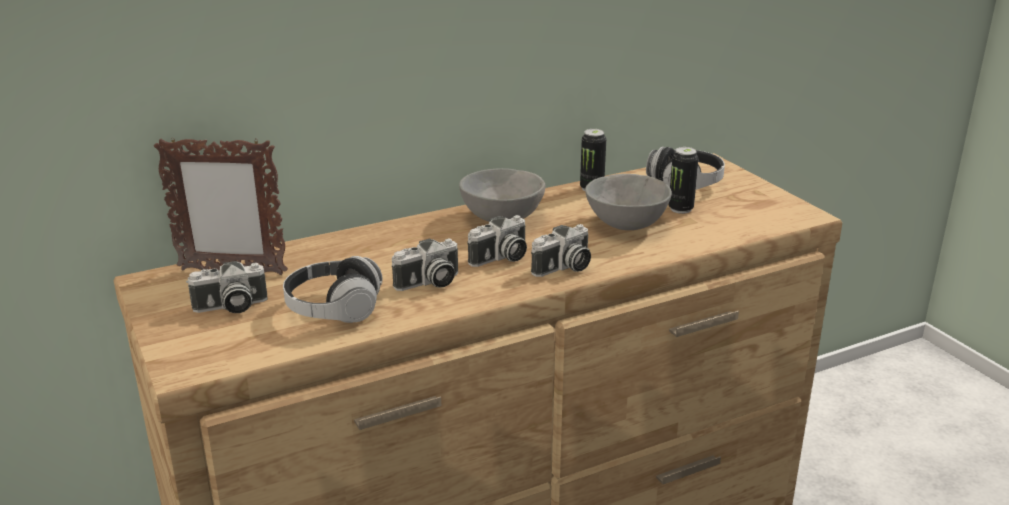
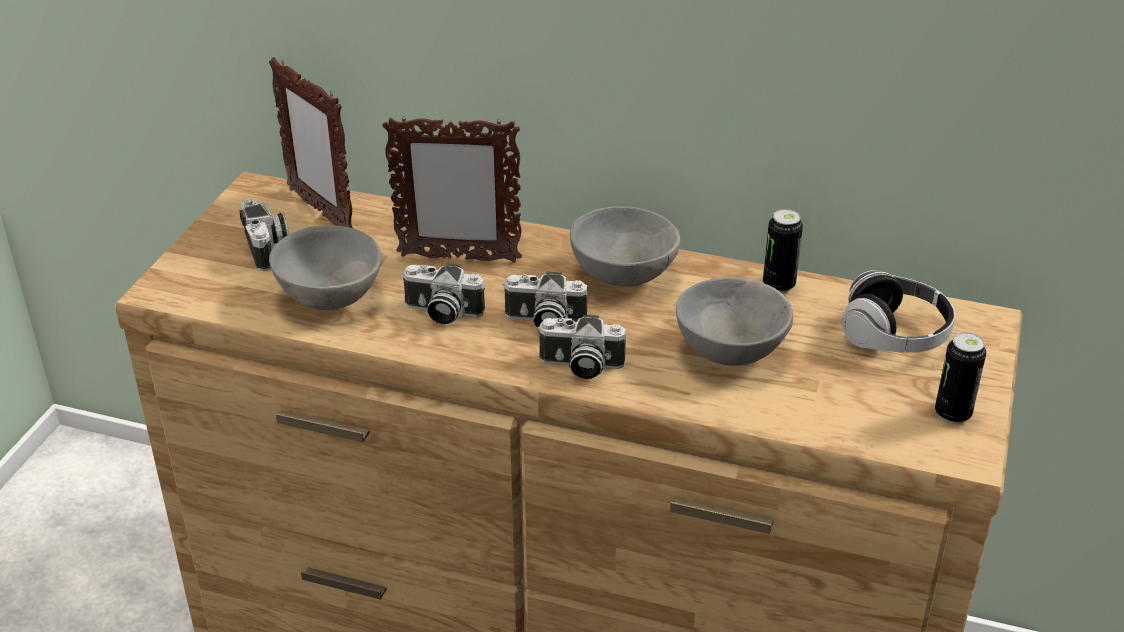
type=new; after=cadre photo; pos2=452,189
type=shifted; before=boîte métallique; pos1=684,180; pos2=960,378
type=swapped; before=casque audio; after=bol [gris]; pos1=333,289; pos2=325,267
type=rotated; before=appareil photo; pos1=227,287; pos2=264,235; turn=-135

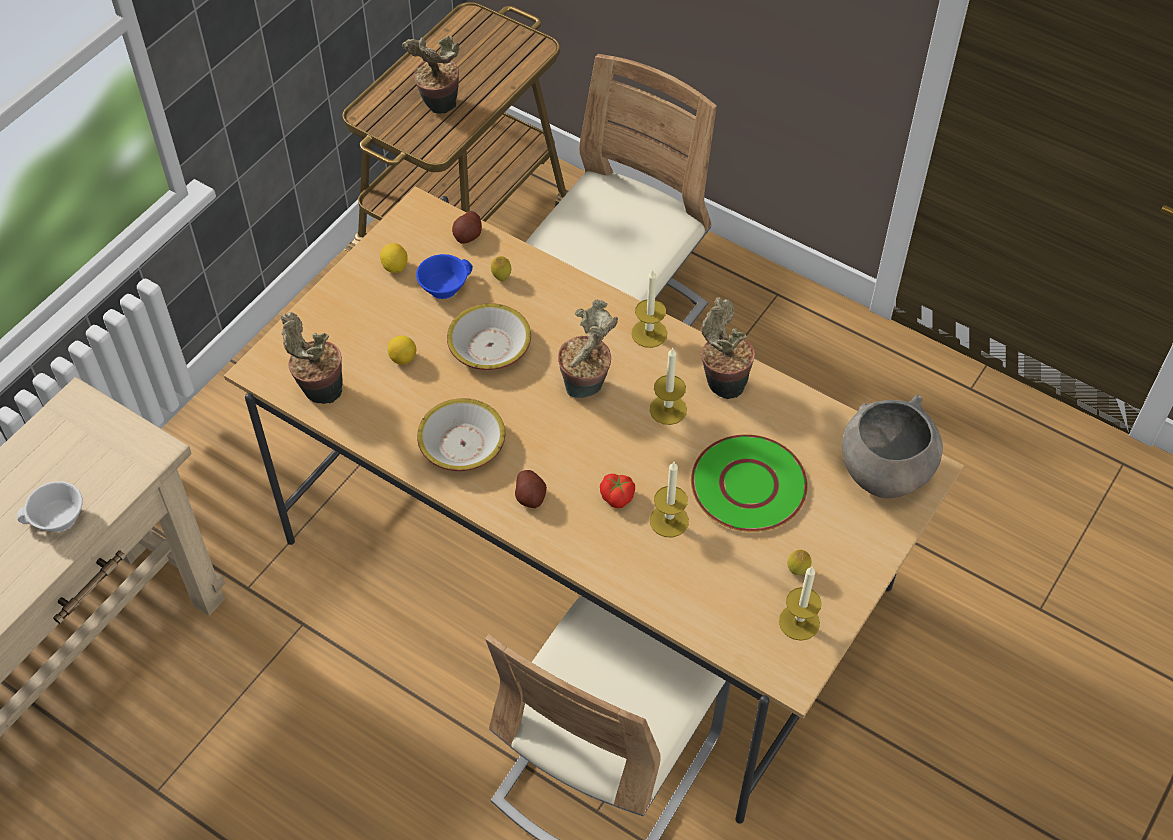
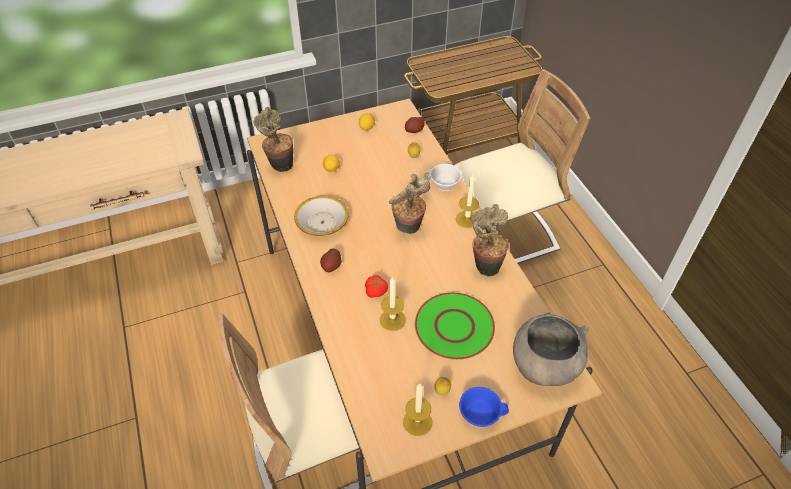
type=gone; before=plante en pot; pos1=431,75
type=gone; before=bol; pos1=489,336
type=gone; before=bougie; pos1=668,386
type=shifted; before=tasse [blanc]; pos1=50,506; pos2=444,177
type=shifted; before=tasse [bleu]; pos1=444,276; pos2=484,407

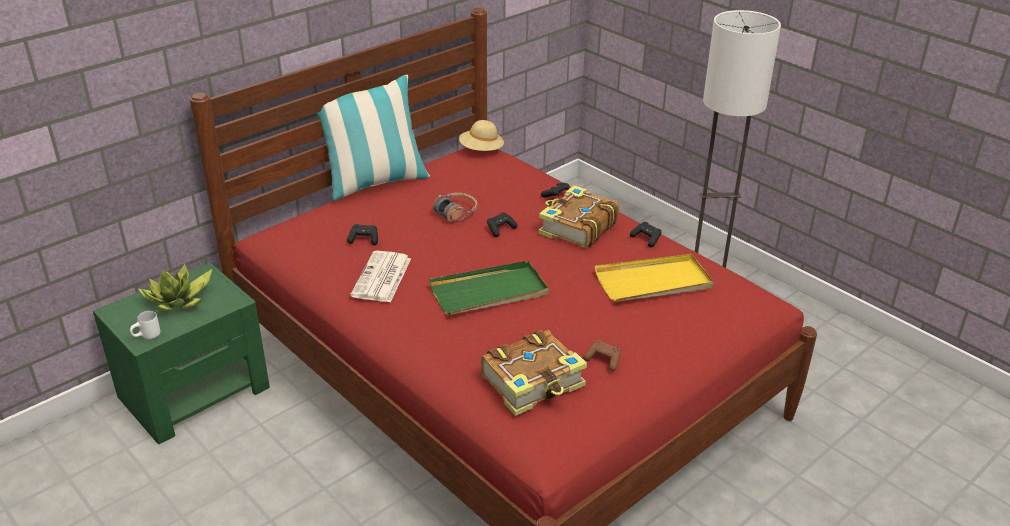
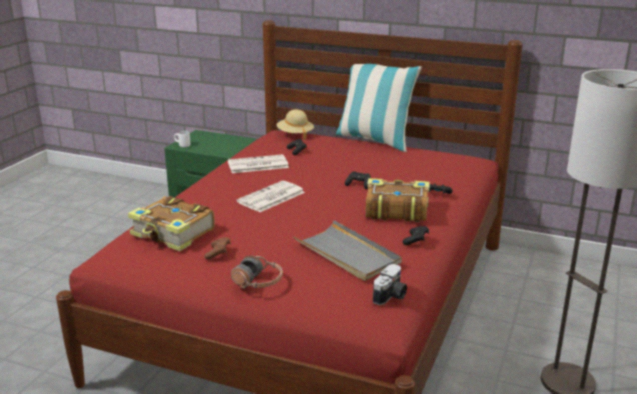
type=gone; before=plante en pot; pos1=175,287
type=new; after=appareil photo; pos2=390,284
type=shifted; before=casque audio; pos1=455,207; pos2=257,271
type=shifted; before=chapeau [beige]; pos1=481,135; pos2=295,124
type=swapped; before=plateau [vert]; after=journal; pos1=489,288; pos2=271,196
type=repainted; before=plateau [jaune]; after=plateau [gris]; pos1=654,278; pos2=347,250

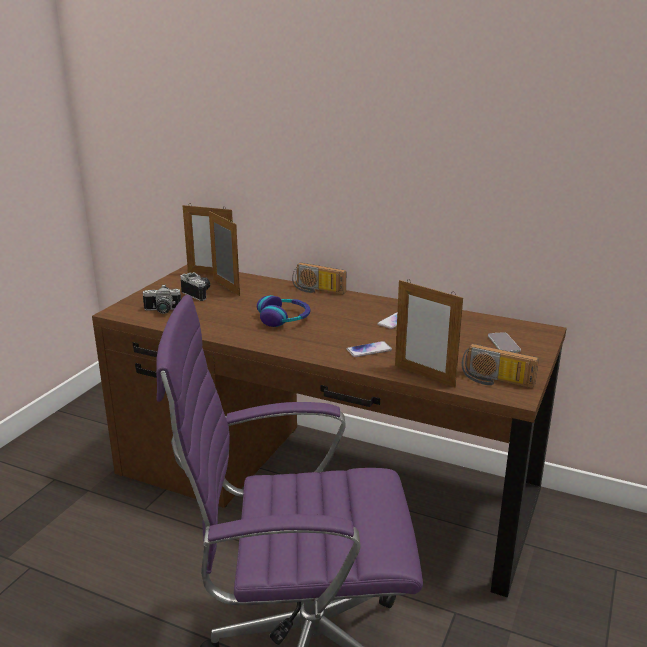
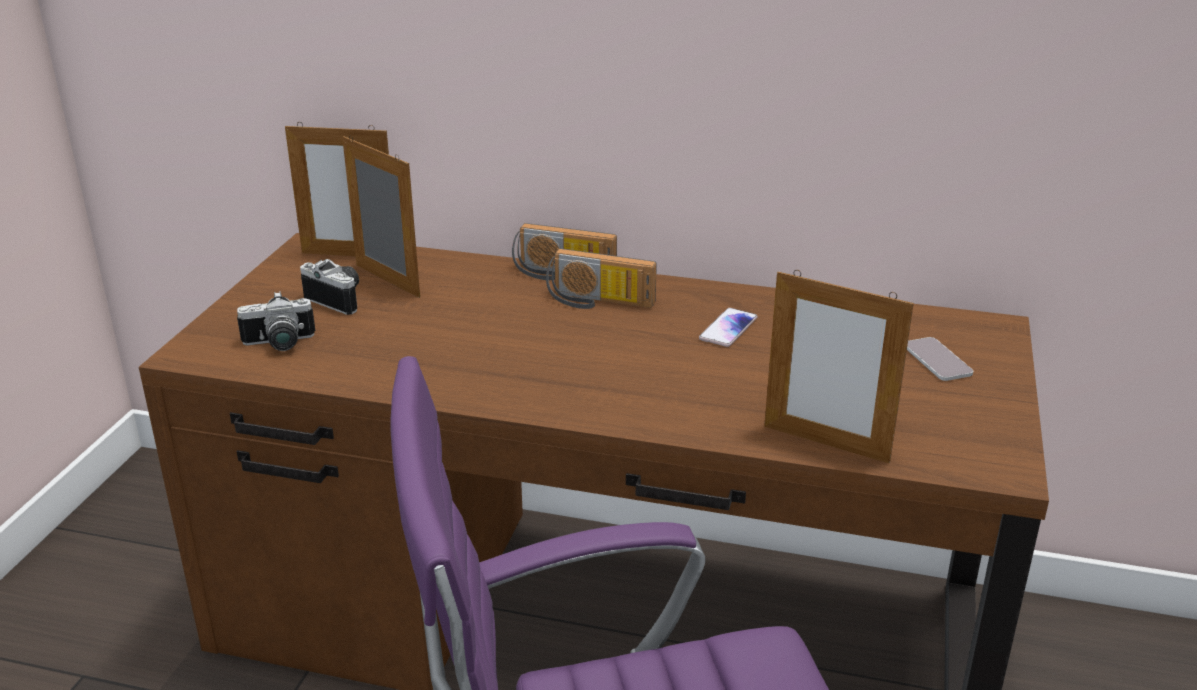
type=gone; before=casque audio; pos1=283,311
type=gone; before=téléphone; pos1=369,349
type=shifted; before=radio; pos1=500,366; pos2=601,278

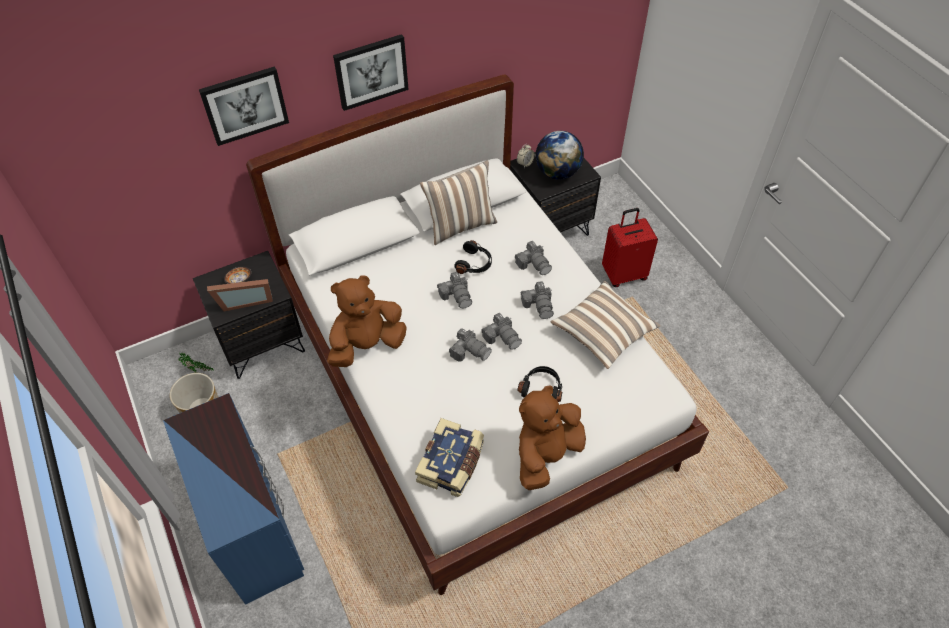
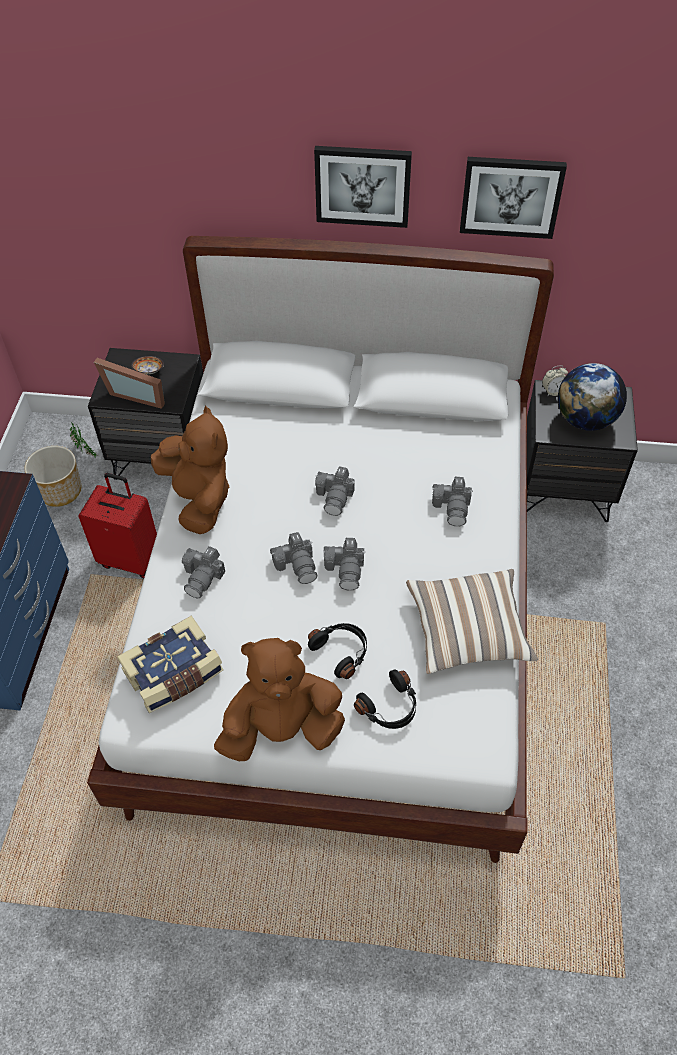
type=gone; before=coussin; pos1=458,202
type=shifted; before=tableau; pos1=244,106; pos2=513,198
type=shifted; before=casque audio [noir]; pos1=473,257; pos2=385,699
type=shifted; before=appareil photo; pos1=537,300; pos2=203,572
type=shifted; before=valise [rouge]; pos1=630,247; pos2=117,525
type=rotated; before=peluche [marron]; pos1=367,321; pos2=190,470; turn=60

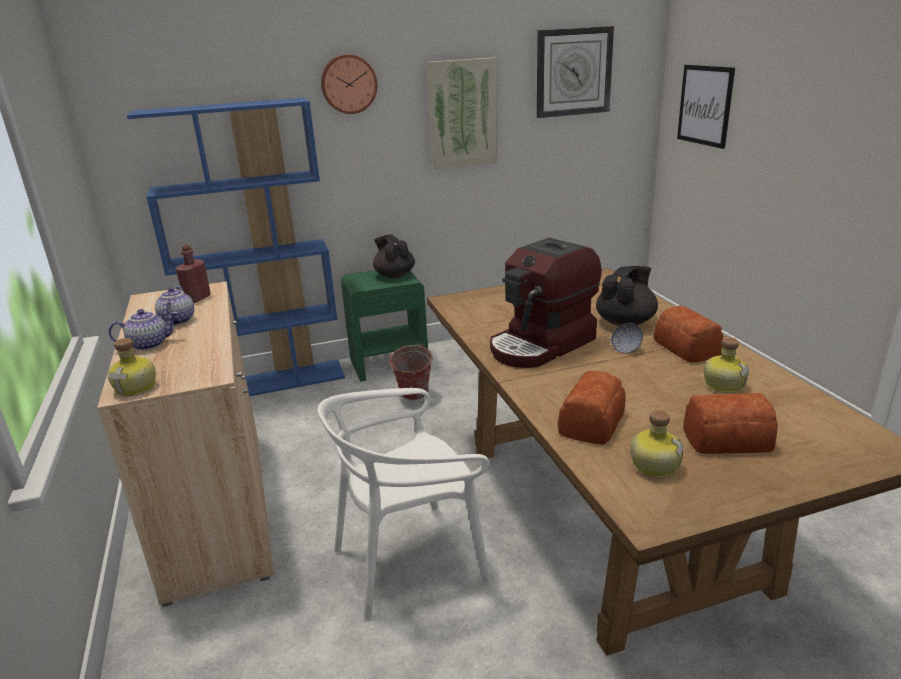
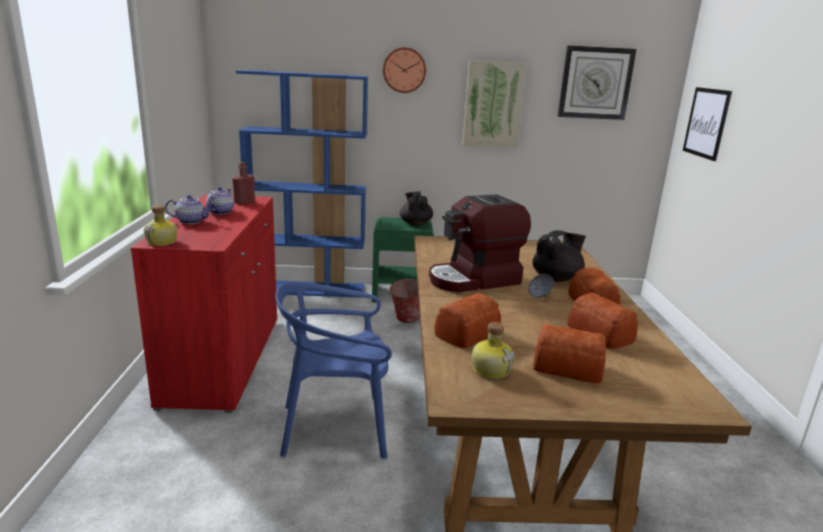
type=swapped; before=bouteille; after=pain; pos1=726,365; pos2=602,321
type=repainted; before=meuble de rangement [beige]; after=meuble de rangement [rouge]; pos1=185,444; pos2=204,303
type=repainted; before=chaise [blanc]; after=chaise [bleu]; pos1=404,503; pos2=333,370

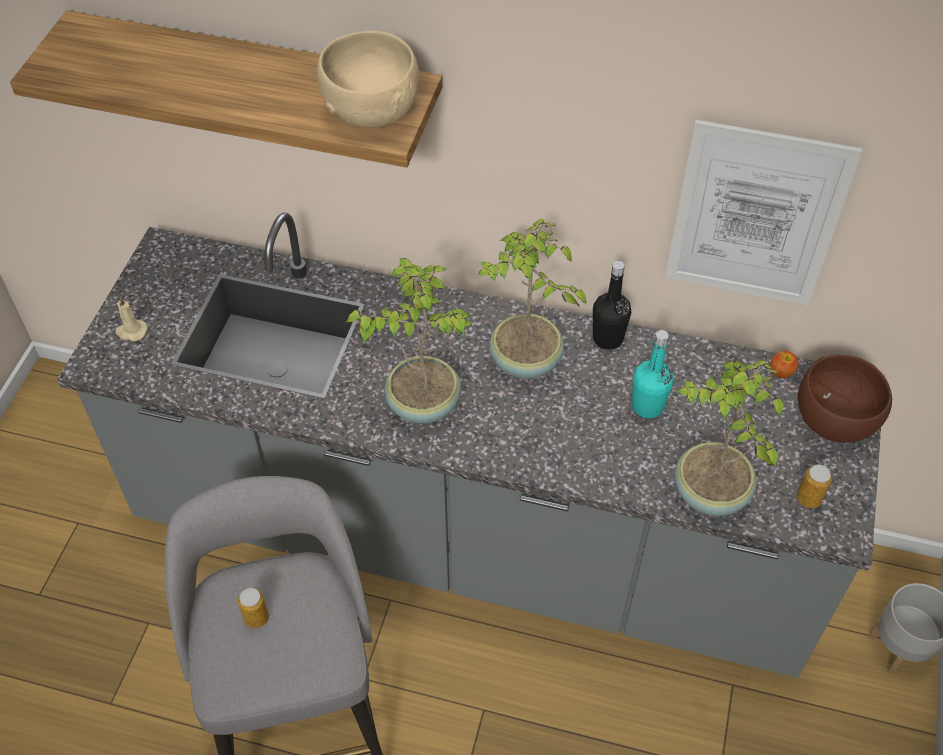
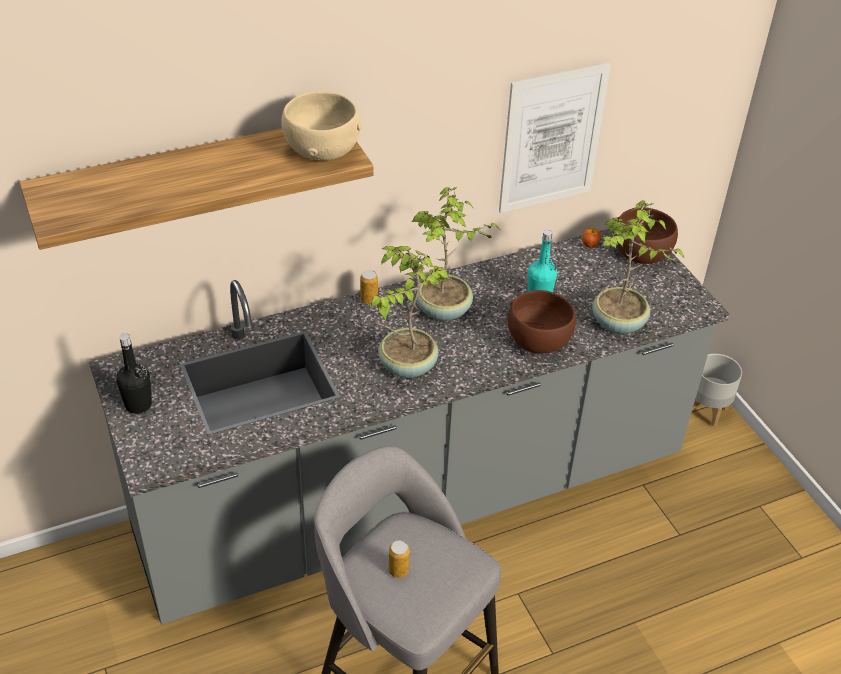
type=gone; before=bougie [beige]; pos1=131,319
type=new; after=bol [marron]; pos2=541,322
type=shifted; before=bouteille [noir]; pos1=612,305; pos2=134,373
type=shifted; before=boîte métallique; pos1=814,486; pos2=369,287

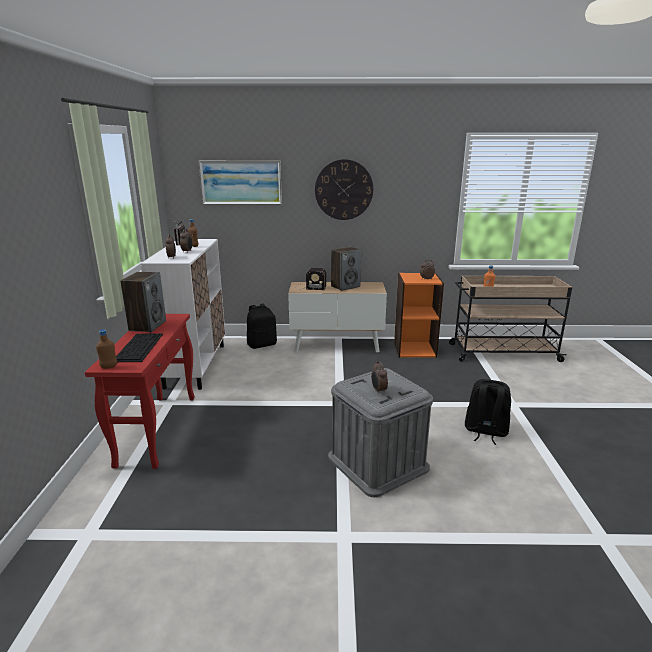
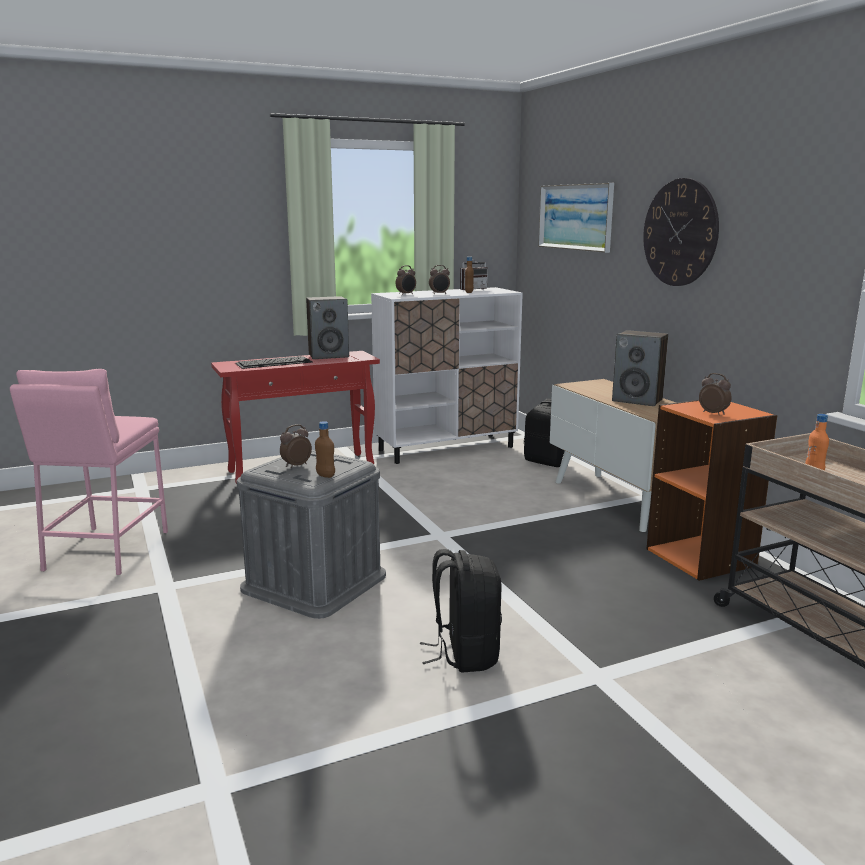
type=gone; before=radio; pos1=312,279
type=new; after=tabouret [rose]; pos2=89,472
type=shifted; before=bouteille [marron]; pos1=106,349; pos2=325,449

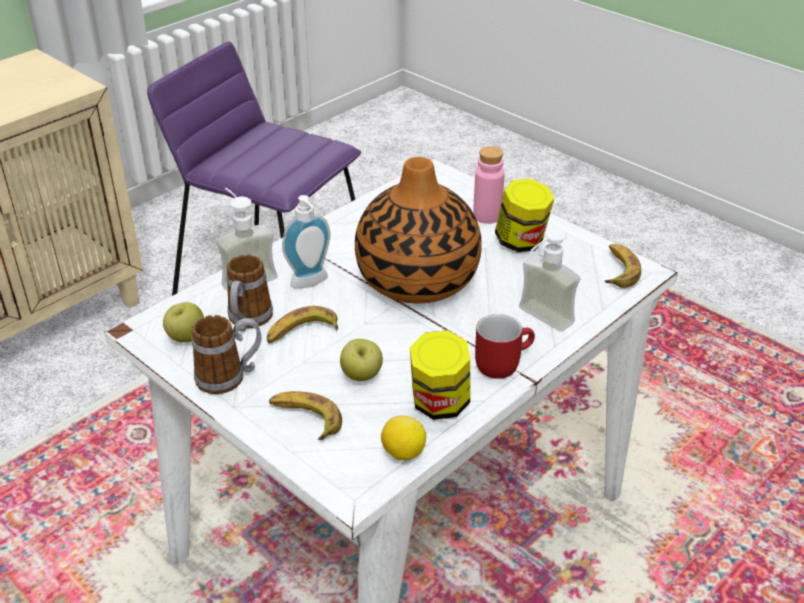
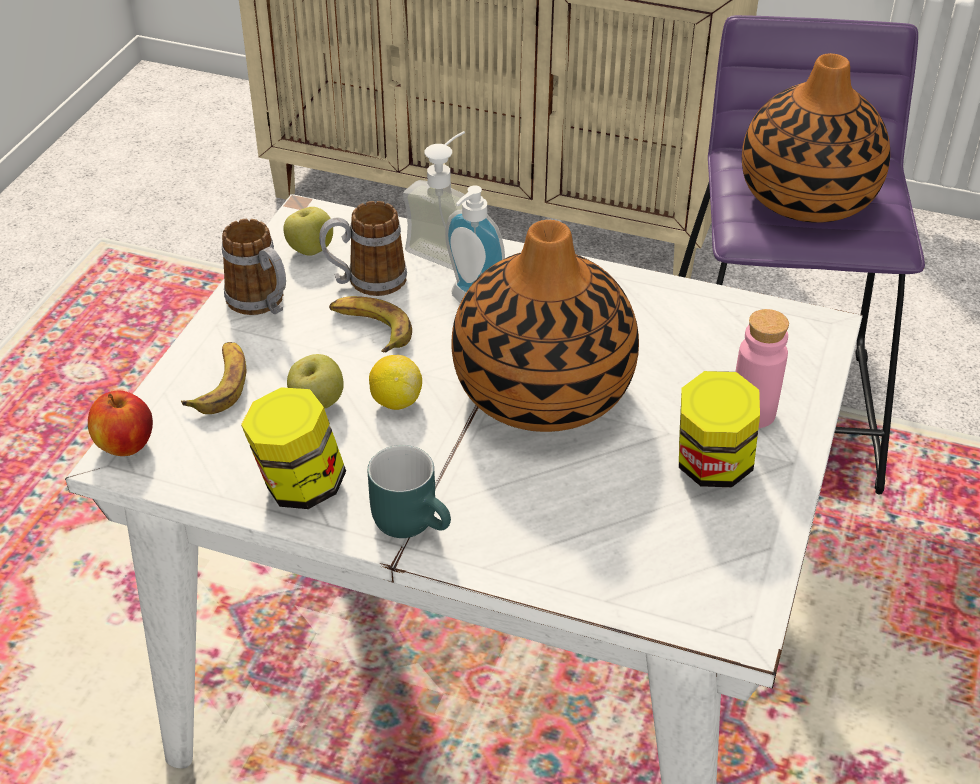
type=gone; before=distributeur de savon; pos1=549,280
type=gone; before=banane; pos1=622,266
type=new; after=pomme; pos2=120,423
type=new; after=vase; pos2=816,138
type=shifted; before=citron; pos1=403,438; pos2=395,382
type=repainted; before=mug [rouge]; after=mug [turquoise]; pos1=505,346; pos2=409,491

